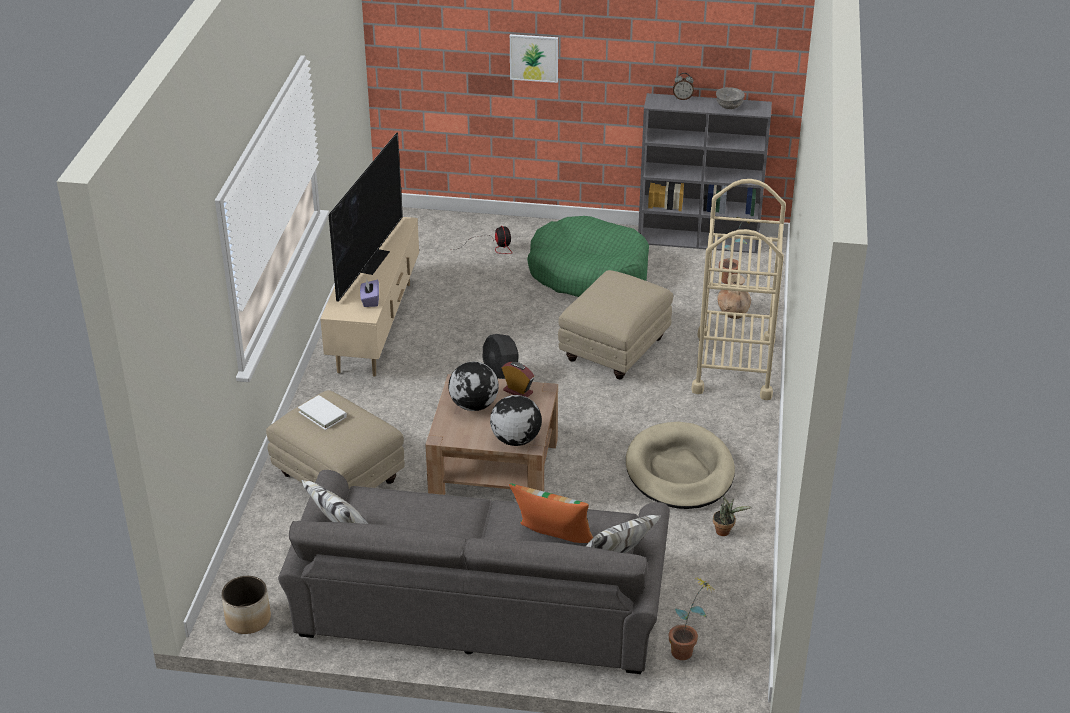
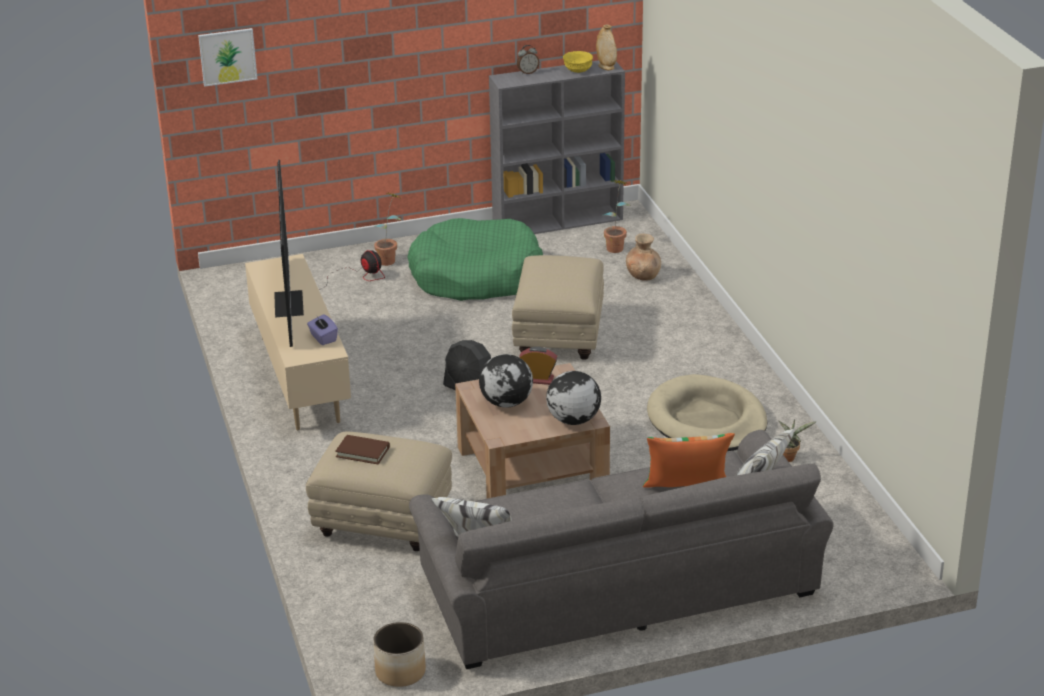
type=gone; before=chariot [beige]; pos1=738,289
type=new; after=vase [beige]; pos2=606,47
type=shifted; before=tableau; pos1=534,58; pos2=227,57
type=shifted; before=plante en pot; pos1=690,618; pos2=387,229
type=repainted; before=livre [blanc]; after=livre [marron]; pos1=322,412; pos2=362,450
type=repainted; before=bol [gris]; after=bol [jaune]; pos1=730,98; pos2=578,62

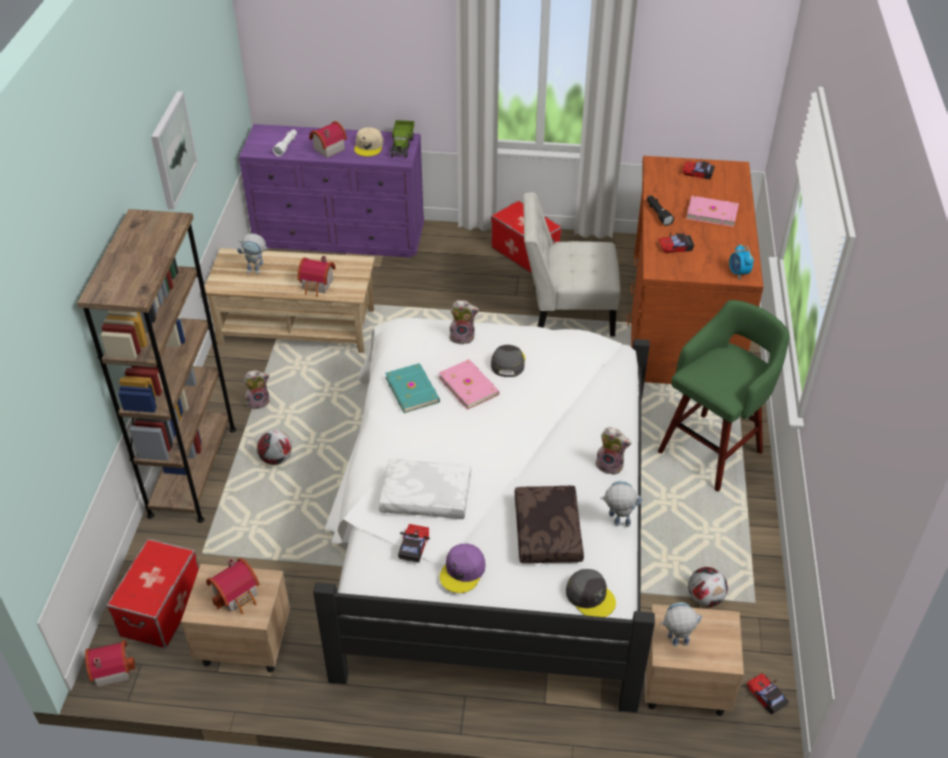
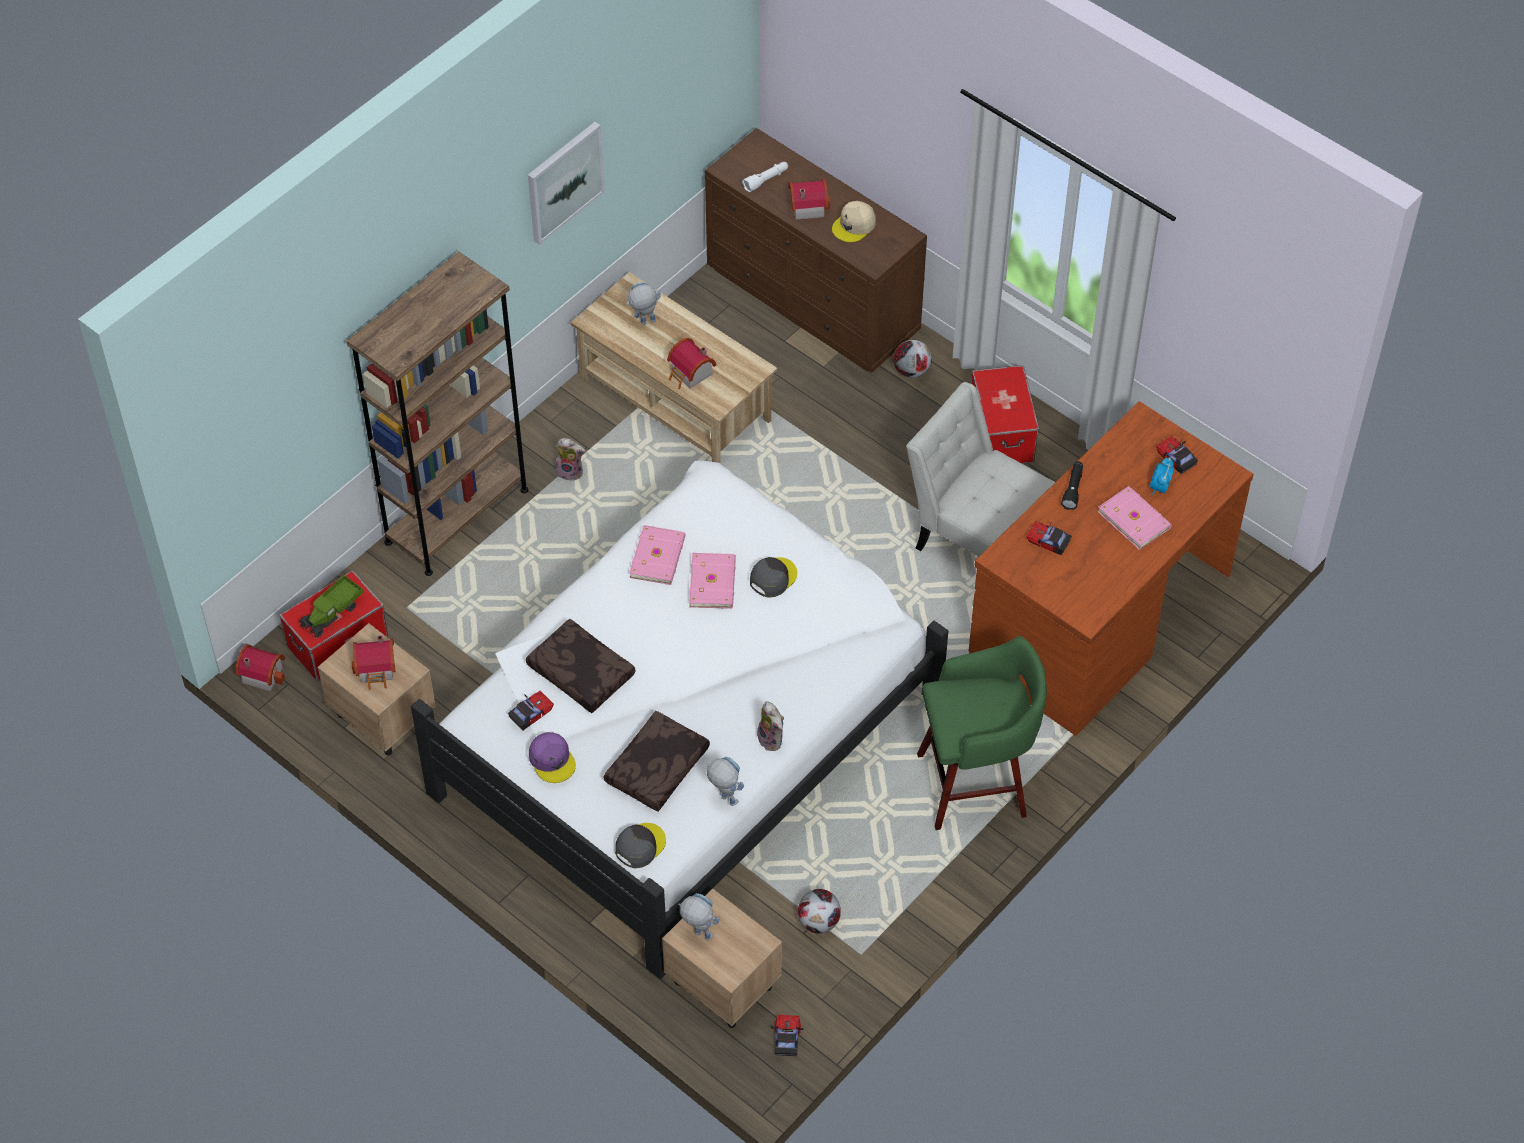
type=gone; before=peluche; pos1=464,322
type=shifted; before=ballon de foot; pos1=274,447; pos2=912,359
type=shifted; before=camion jouet; pos1=402,139; pos2=331,606
type=shifted; before=réveil; pos1=741,262; pos2=1162,476
type=repainted; before=commode [violet]; after=commode [marron]; pos1=331,191; pos2=816,250
type=repainted; before=coussin [blanc]; after=coussin [marron]; pos1=425,489; pos2=580,666
type=repainted; before=livre [turquoise]; after=livre [rose]; pos1=412,388; pos2=657,555
type=rotated; before=robot jouet; pos1=253,253; pos2=643,303; turn=120
type=rotated; before=casquette [violet]; pos1=462,568; pos2=552,757; turn=-90
type=rotated; before=casquette [gris]; pos1=591,593; pos2=640,846; turn=-135

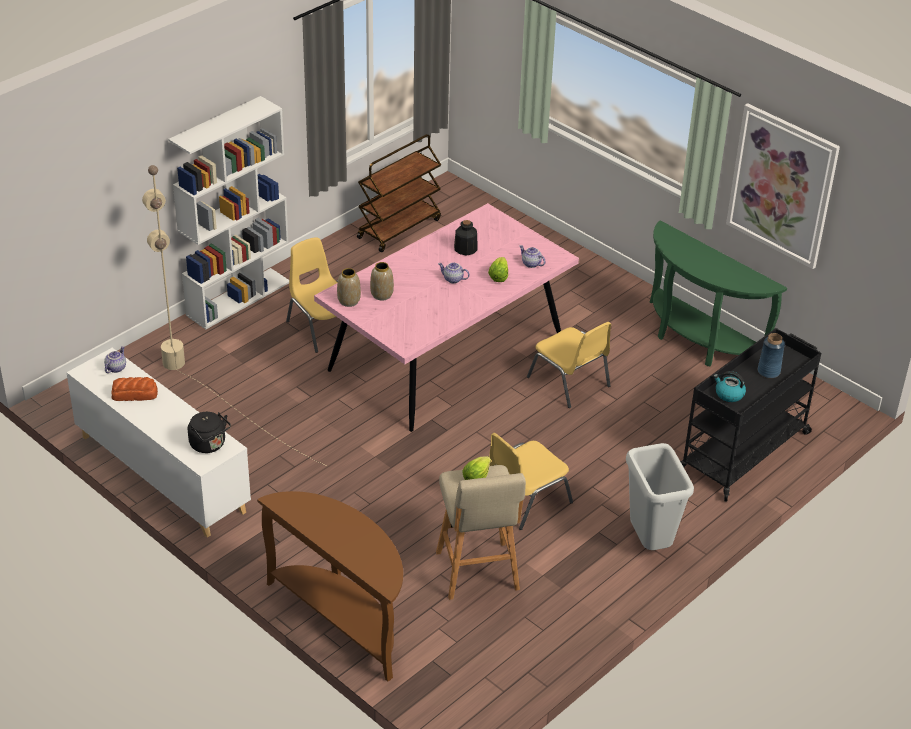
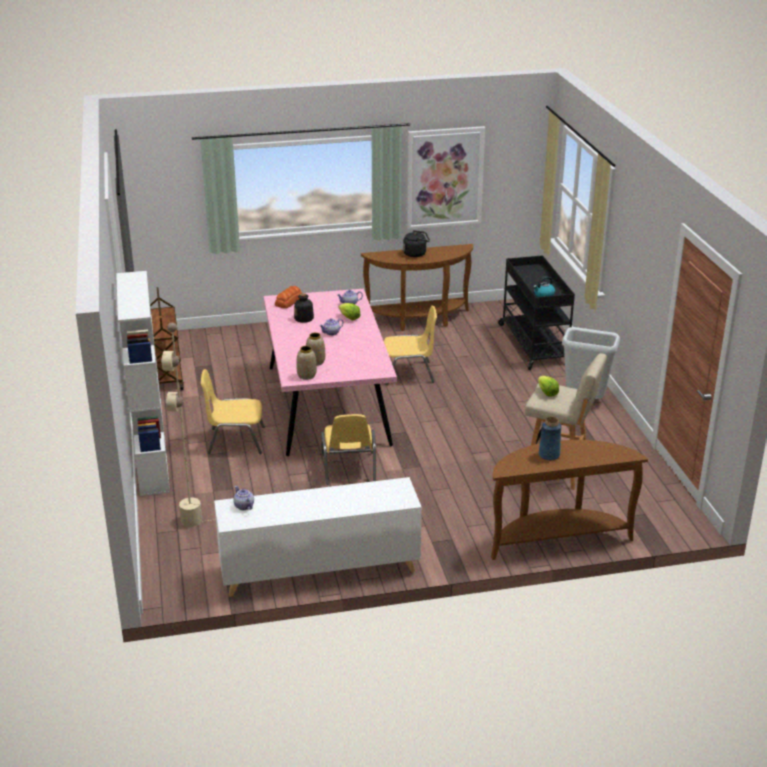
type=shifted; before=pain; pos1=134,389; pos2=288,297
type=shifted; before=bouilloire [noir]; pos1=209,432; pos2=416,243
type=shifted; before=chaise [jaune]; pos1=531,481; pos2=348,449
type=shifted; before=vase [bleu]; pos1=771,355; pos2=550,439
type=repainted; before=table console [vert]; after=table console [marron]; pos1=718,293; pos2=417,287

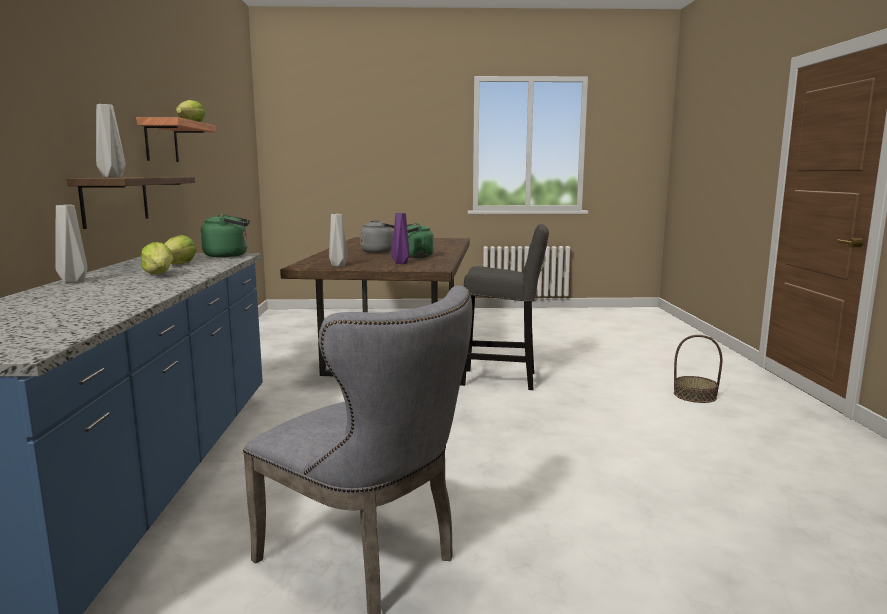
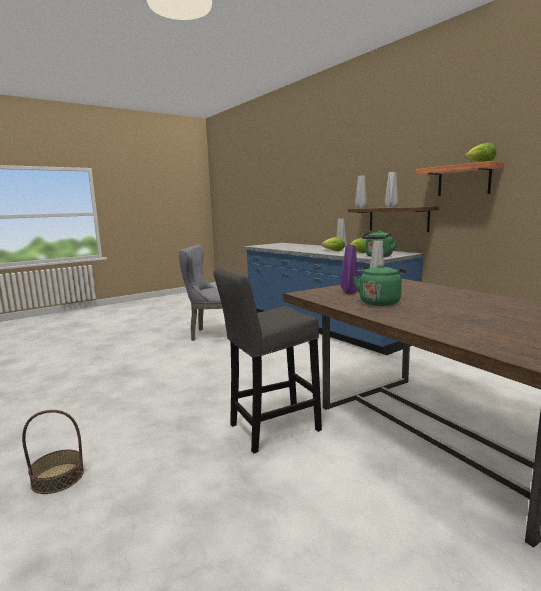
type=gone; before=bouilloire [gris]; pos1=377,236
type=new; after=vase [gris]; pos2=391,190

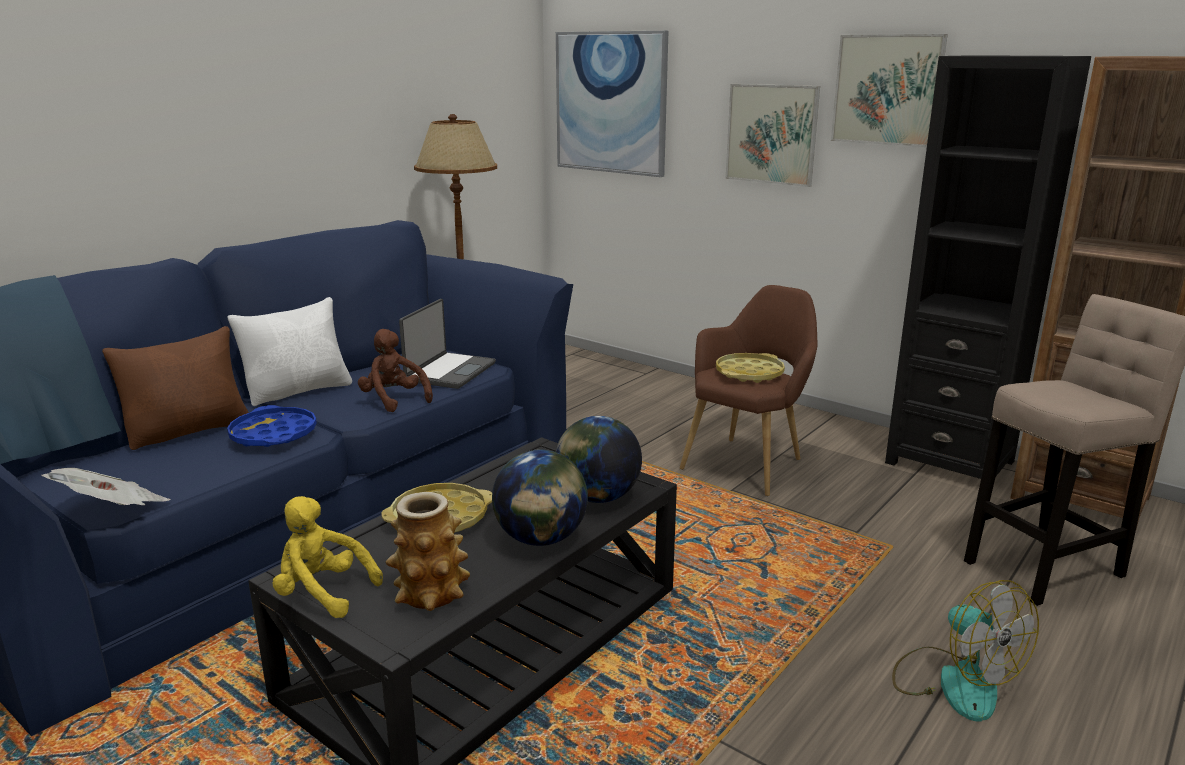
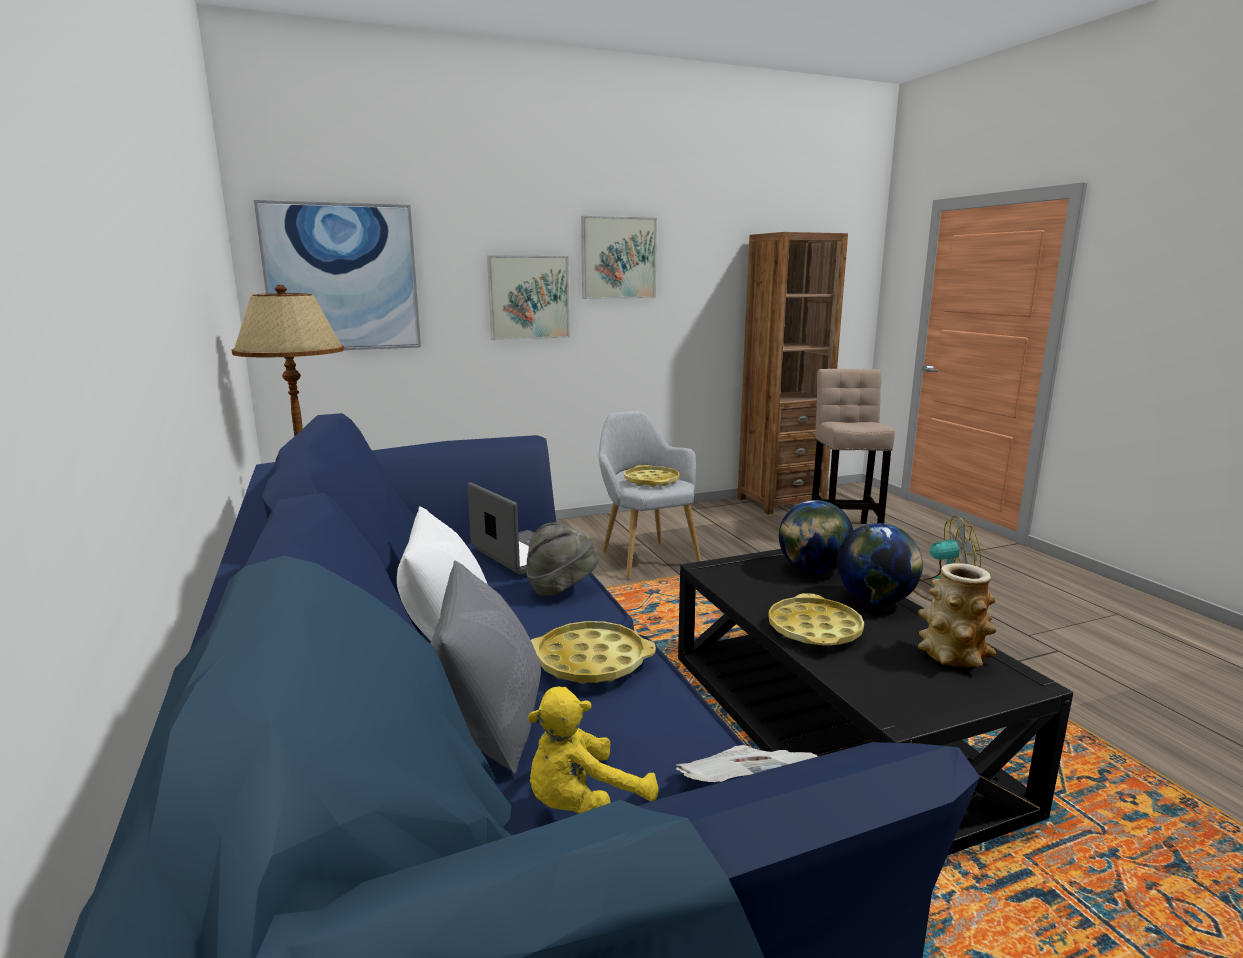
type=gone; before=bibliothèque [noir]; pos1=988,267
type=shifted; before=peluche [jaune]; pos1=328,557; pos2=592,750
type=swapped; before=peluche [marron]; after=chapeau [gris]; pos1=395,370; pos2=562,559
type=repainted; before=coussin [marron]; after=coussin [gris]; pos1=175,388; pos2=485,667
type=repainted; before=plateau [bleu]; after=plateau [jaune]; pos1=272,426; pos2=593,652
type=repainted; before=fauteuil [marron]; after=fauteuil [gris]; pos1=748,390; pos2=650,495

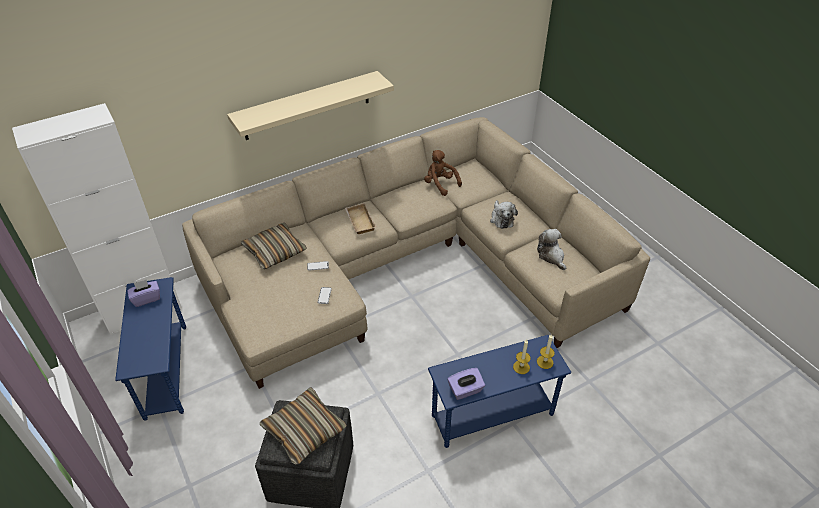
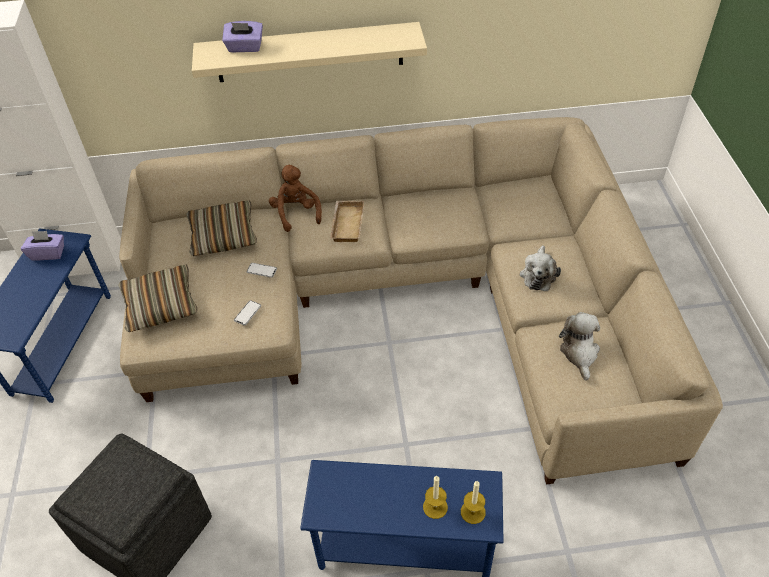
type=shifted; before=coussin; pos1=303,425; pos2=157,298
type=shifted; before=peluche [marron]; pos1=443,173; pos2=295,198
type=shifted; before=boîte à mouchoirs [violet]; pos1=466,384; pos2=242,36

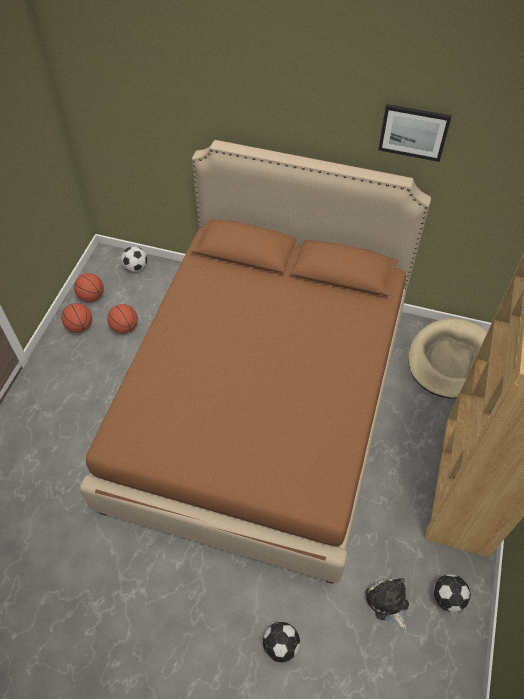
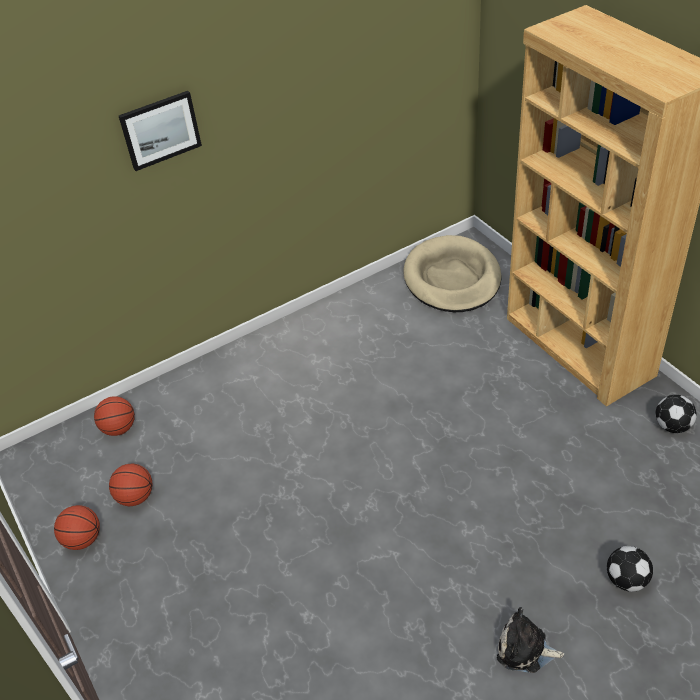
type=gone; before=lit [marron]; pos1=255,362
type=gone; before=ballon de foot; pos1=134,259
type=shifted; before=ballon de basket; pos1=89,287; pos2=114,416
type=shifted; before=peluche; pos1=387,603; pos2=530,640
type=shifted; before=tableau; pos1=415,133; pos2=160,131

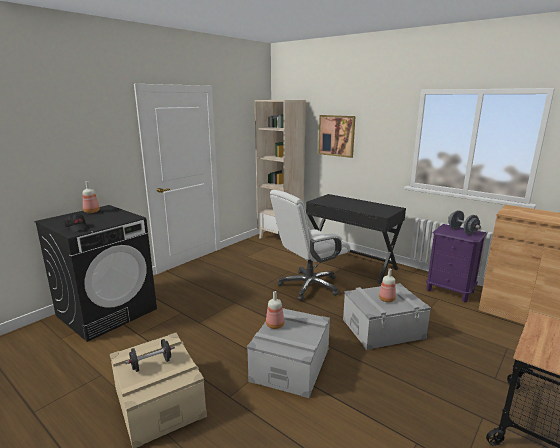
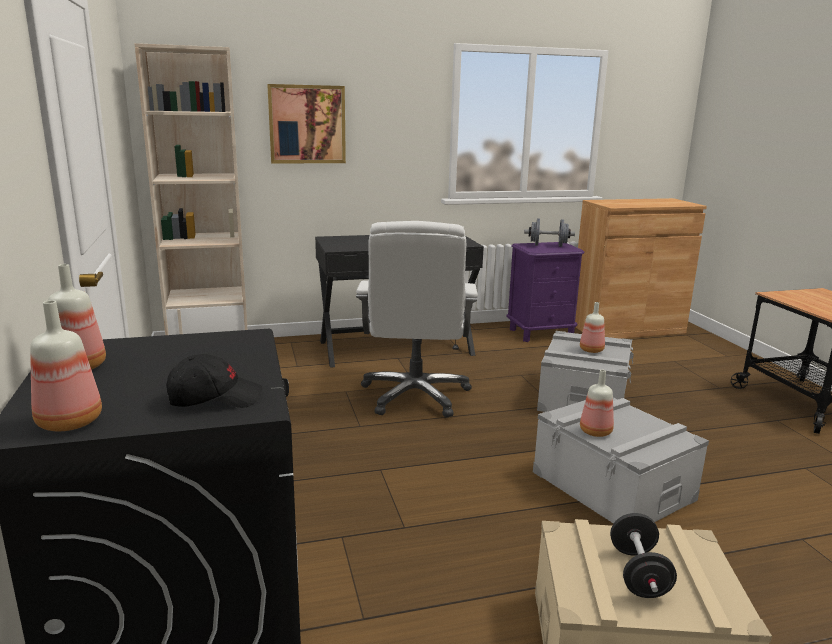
type=new; after=bouteille; pos2=66,365

